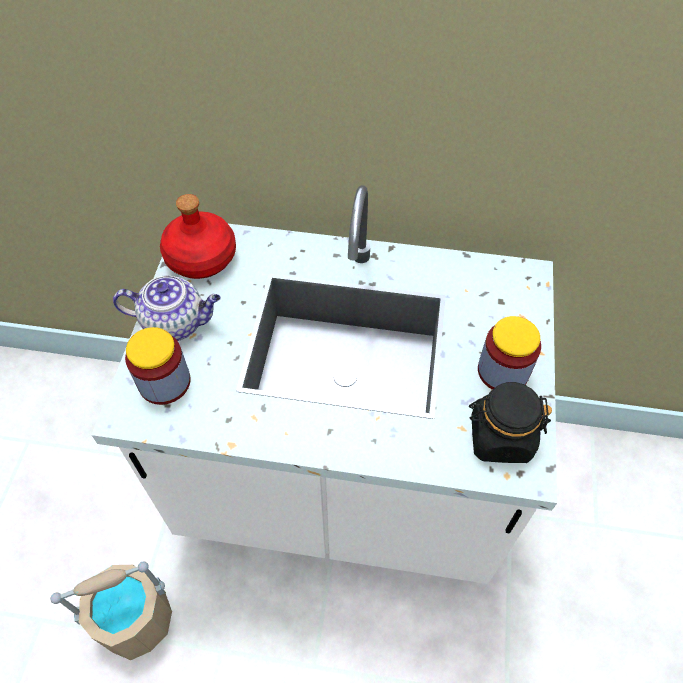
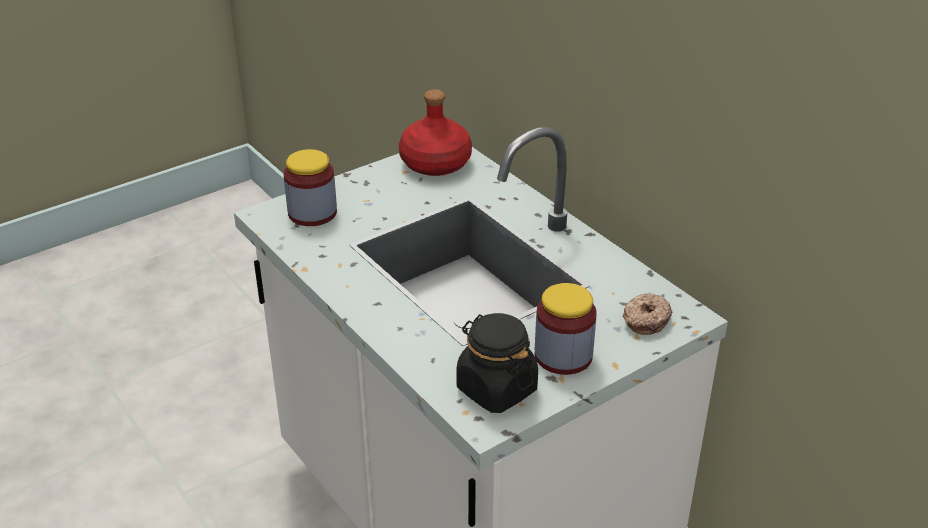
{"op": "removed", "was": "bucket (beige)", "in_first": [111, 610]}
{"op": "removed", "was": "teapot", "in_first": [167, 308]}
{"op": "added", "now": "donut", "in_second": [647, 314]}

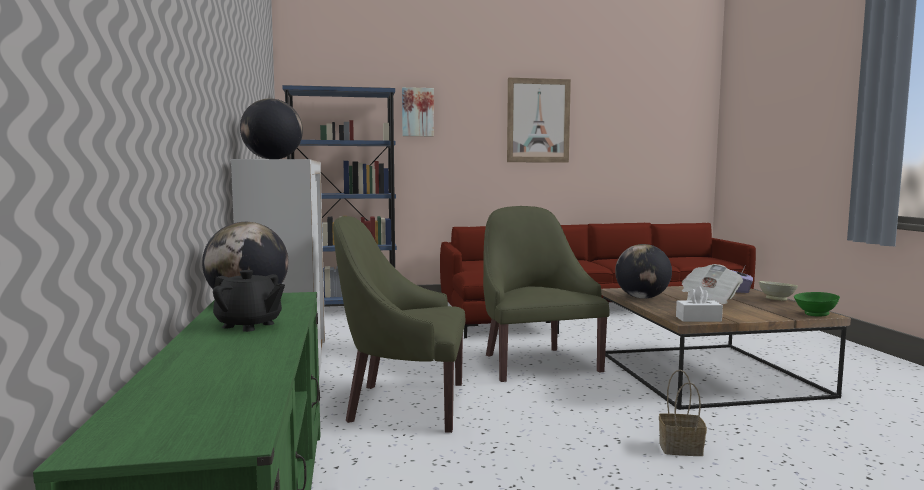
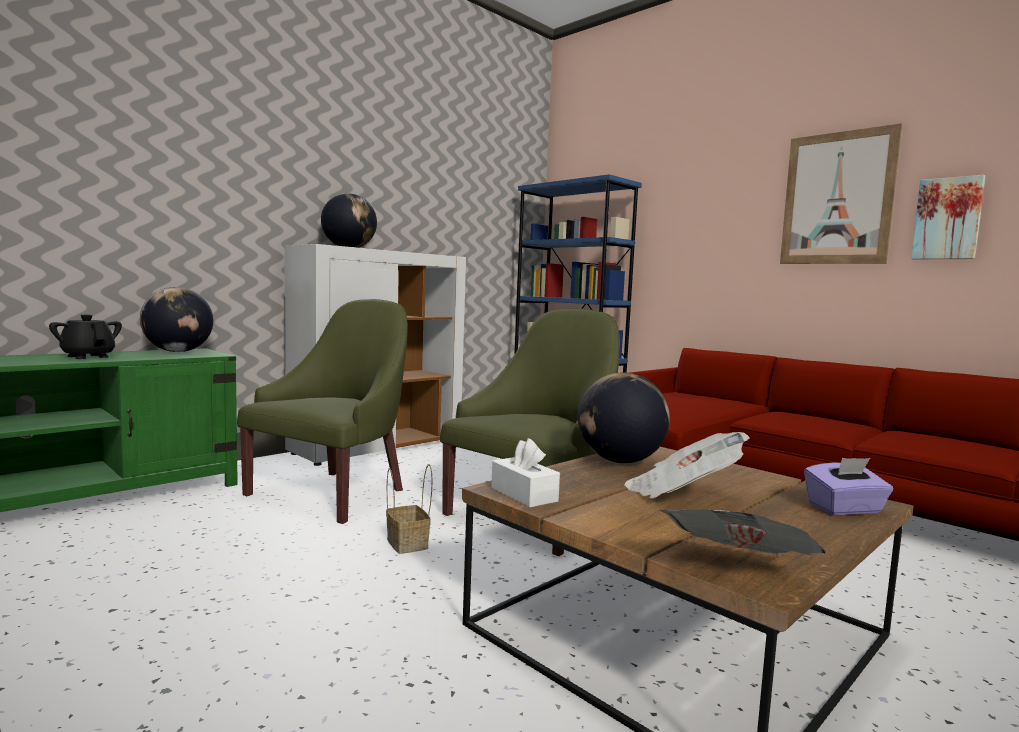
{"op": "turned", "was": "teapot (black)", "in_first": [249, 301], "in_second": [85, 337], "clockwise": 135}
{"op": "turned", "was": "armchair (green)", "in_first": [399, 324], "in_second": [322, 411], "clockwise": 60}
{"op": "moved", "was": "picture", "in_first": [418, 111], "in_second": [948, 217]}
{"op": "moved", "was": "basket", "in_first": [683, 413], "in_second": [409, 509]}
{"op": "removed", "was": "bowl (beige)", "in_first": [778, 291]}
{"op": "replaced", "was": "bowl (green)", "now": "newspaper", "in_first": [817, 304], "in_second": [743, 532]}

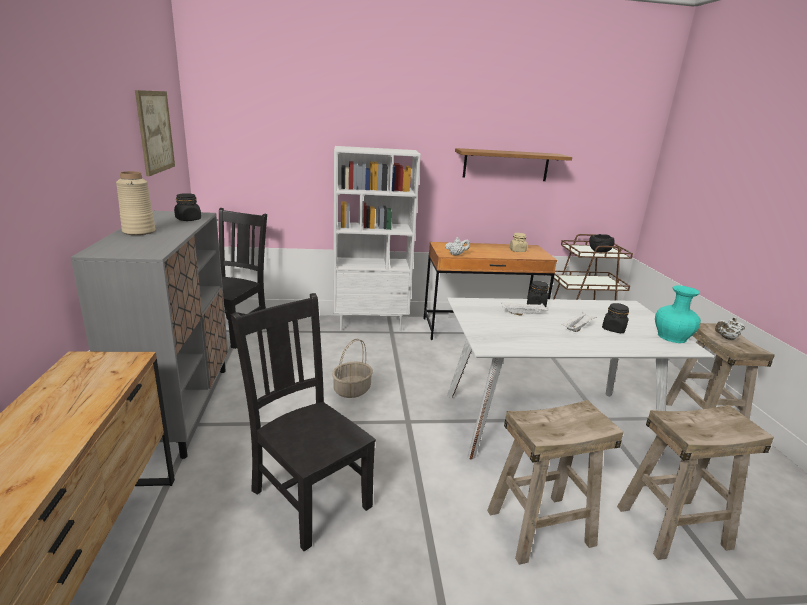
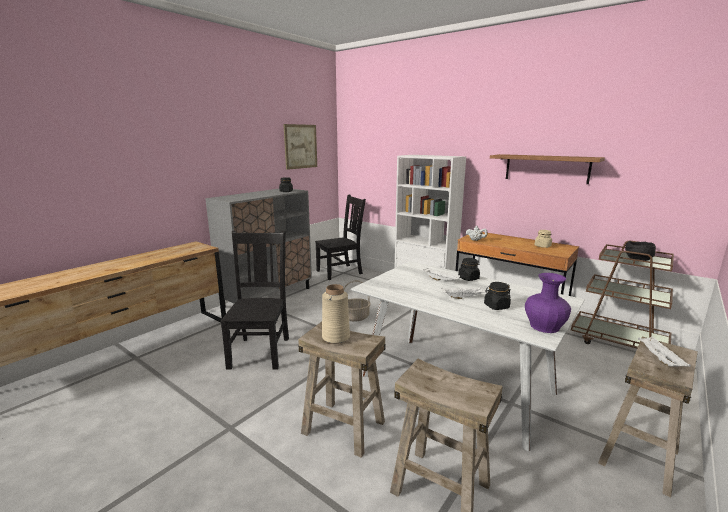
{"op": "moved", "was": "vase (beige)", "in_first": [136, 203], "in_second": [336, 314]}
{"op": "recoloured", "was": "vase (turquoise)", "now": "vase (purple)", "in_first": [678, 314], "in_second": [548, 303]}
{"op": "replaced", "was": "teapot (white)", "now": "tray (white)", "in_first": [730, 328], "in_second": [664, 352]}

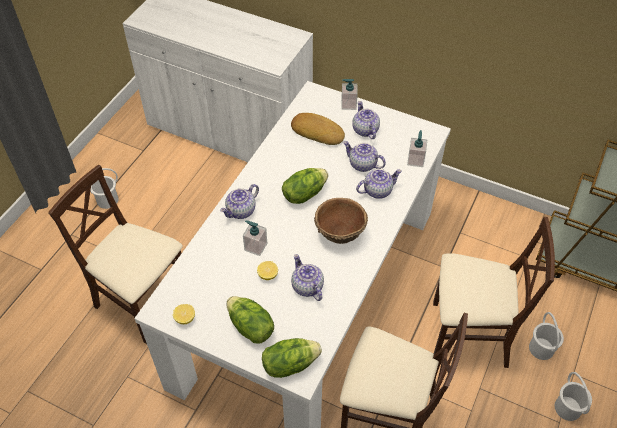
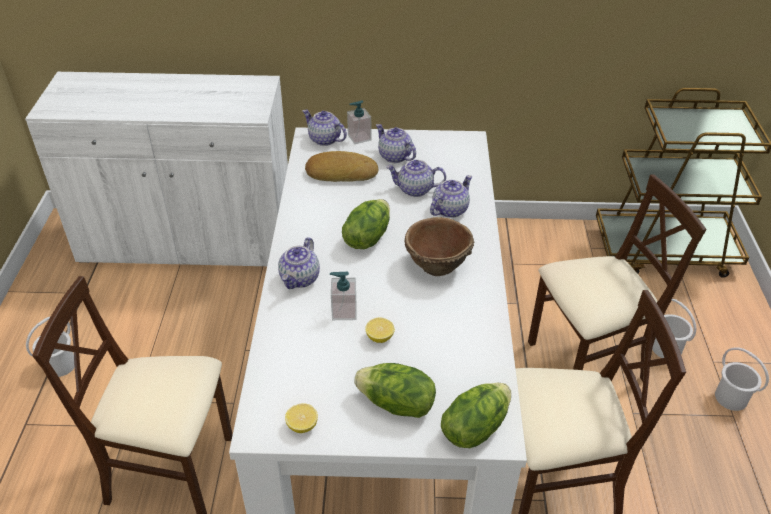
{"op": "moved", "was": "teapot", "in_first": [307, 277], "in_second": [325, 128]}
{"op": "removed", "was": "soap dispenser", "in_first": [417, 148]}

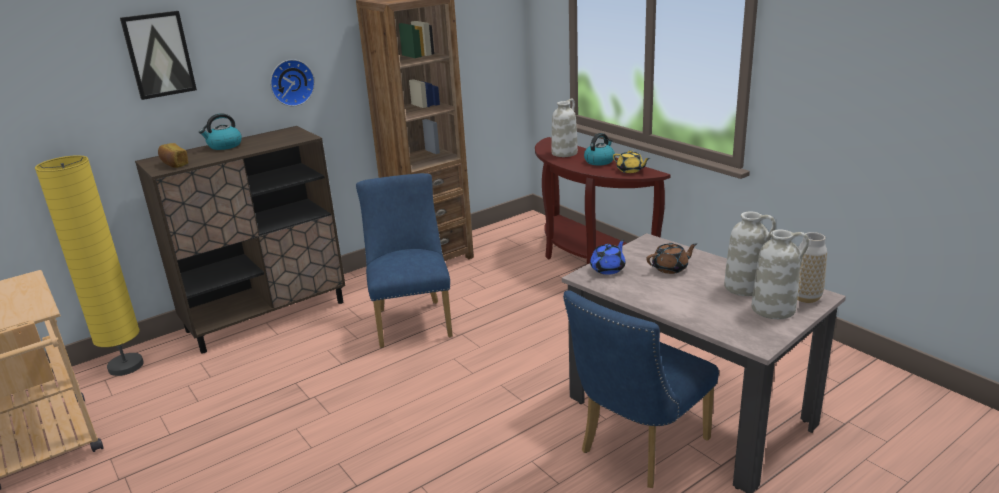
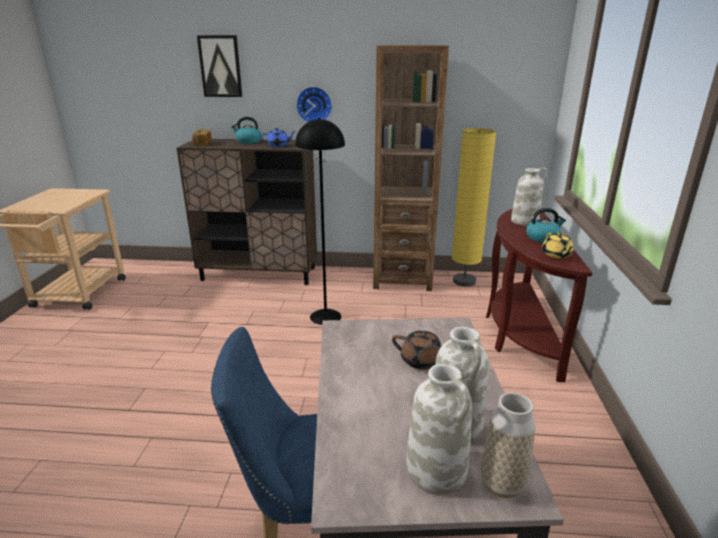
{"op": "moved", "was": "floor lamp (yellow)", "in_first": [89, 265], "in_second": [474, 207]}
{"op": "replaced", "was": "chair (blue)", "now": "floor lamp (black)", "in_first": [404, 260], "in_second": [320, 221]}
{"op": "moved", "was": "teapot (blue)", "in_first": [608, 257], "in_second": [278, 137]}

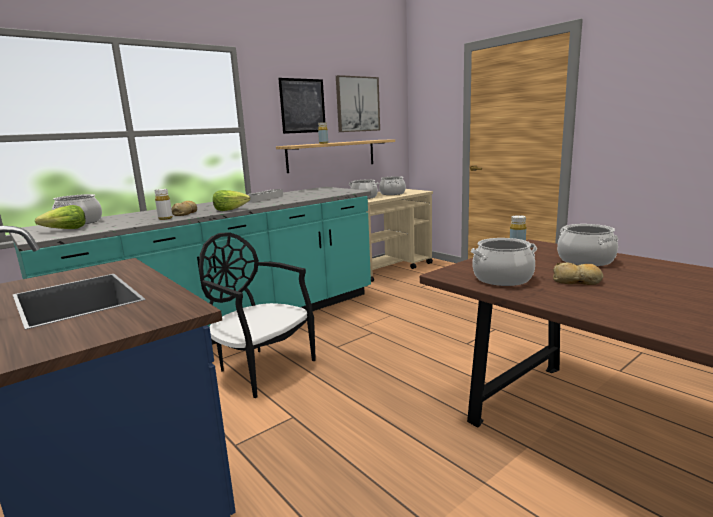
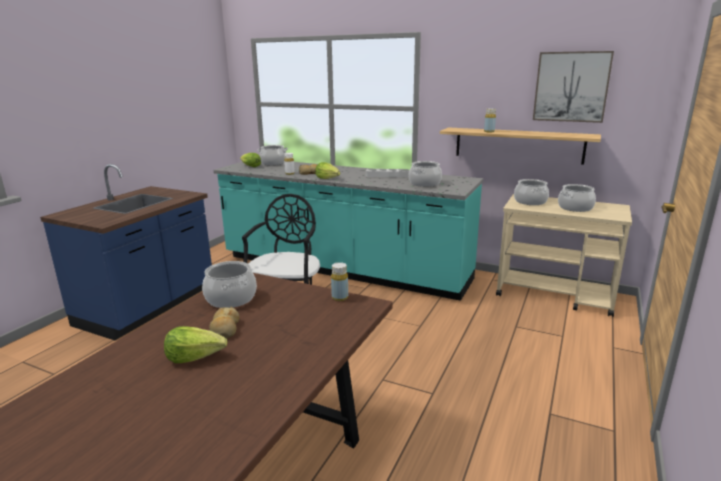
{"op": "removed", "was": "picture", "in_first": [301, 106]}
{"op": "moved", "was": "cooking pot", "in_first": [587, 245], "in_second": [425, 174]}
{"op": "added", "now": "lettuce", "in_second": [195, 344]}

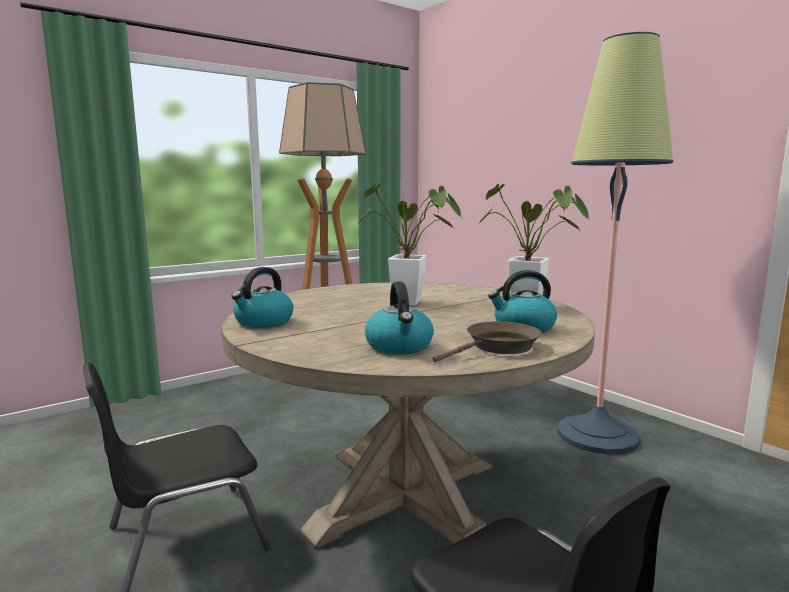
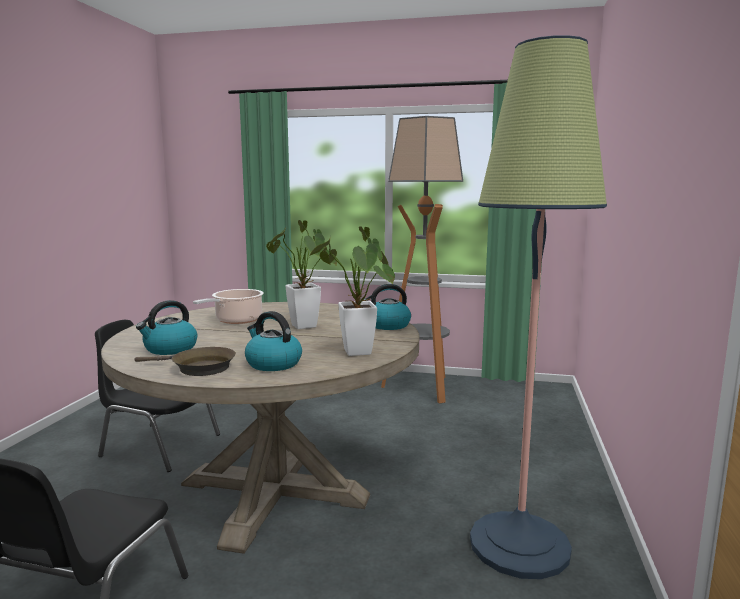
{"op": "moved", "was": "kettle", "in_first": [262, 297], "in_second": [387, 307]}
{"op": "added", "now": "cooking pot", "in_second": [228, 306]}

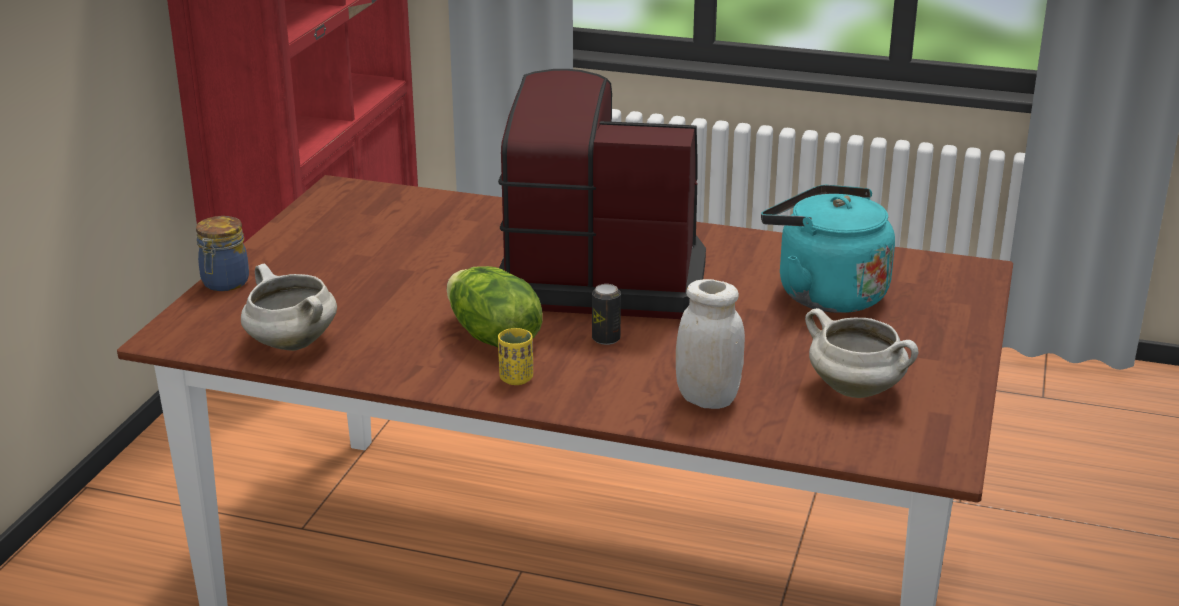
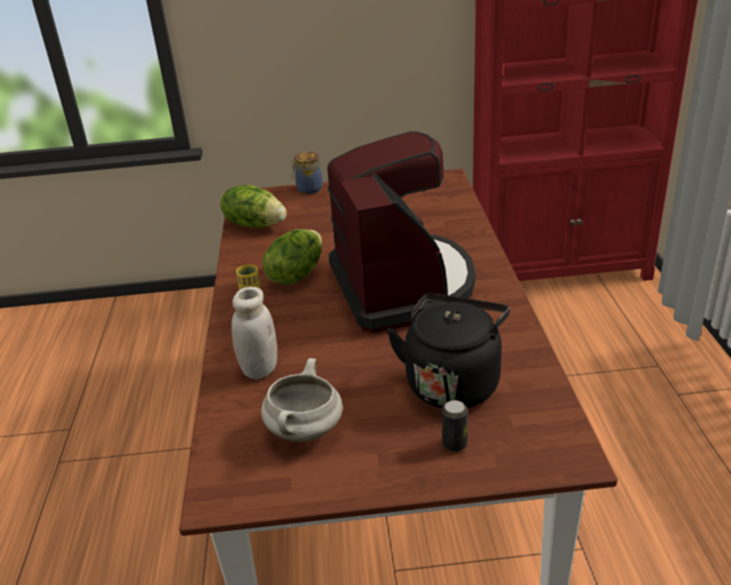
{"op": "replaced", "was": "cooking pot (white)", "now": "lettuce", "in_first": [289, 307], "in_second": [254, 206]}
{"op": "moved", "was": "can", "in_first": [606, 314], "in_second": [455, 426]}
{"op": "recoloured", "was": "kettle (turquoise)", "now": "kettle (black)", "in_first": [828, 249], "in_second": [448, 350]}

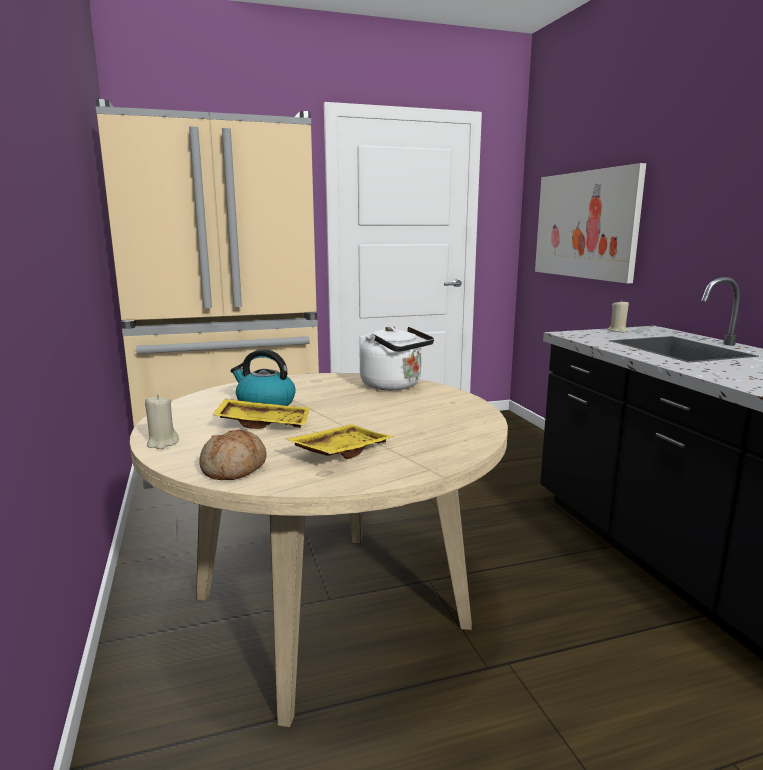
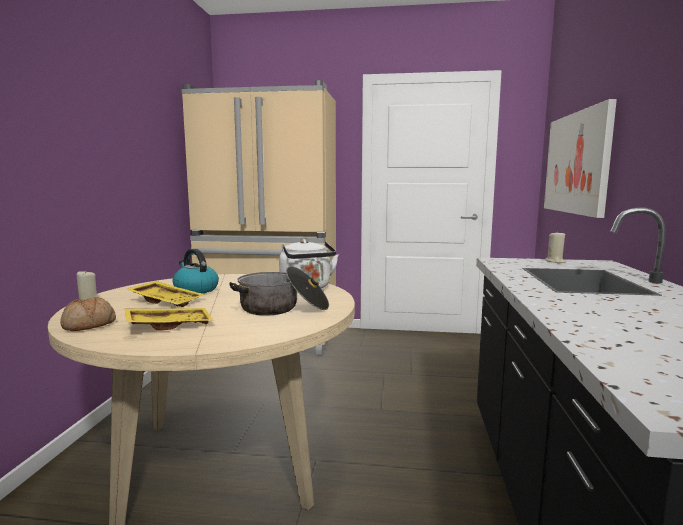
{"op": "added", "now": "cooking pot", "in_second": [279, 291]}

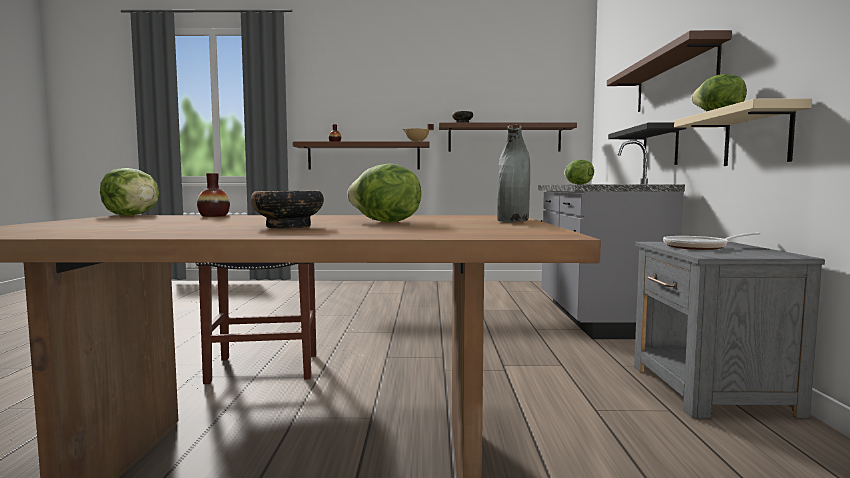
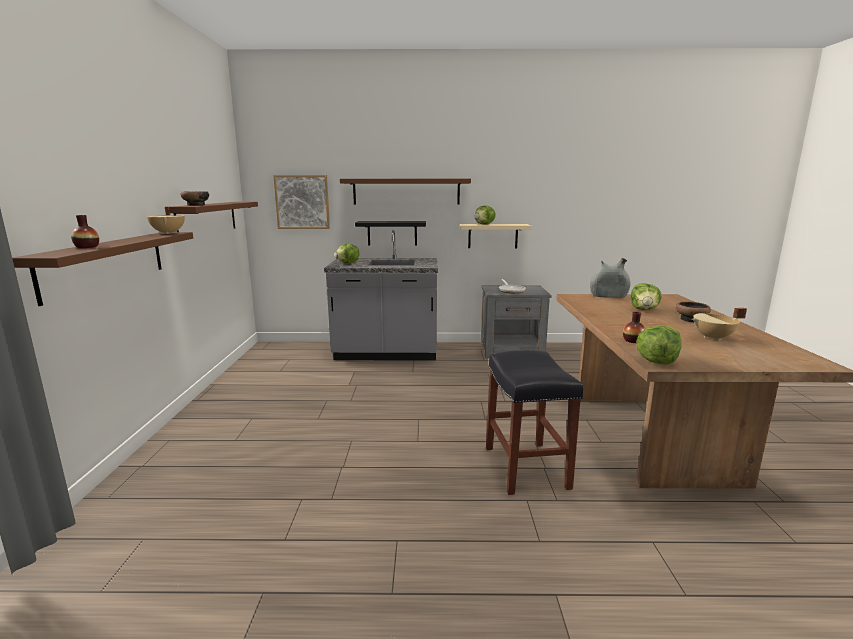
{"op": "added", "now": "picture", "in_second": [301, 202]}
{"op": "added", "now": "cooking pot (beige)", "in_second": [719, 324]}

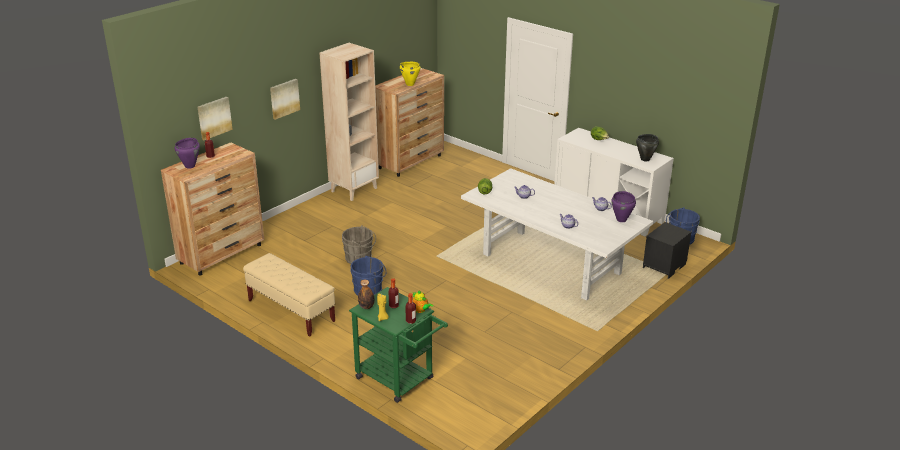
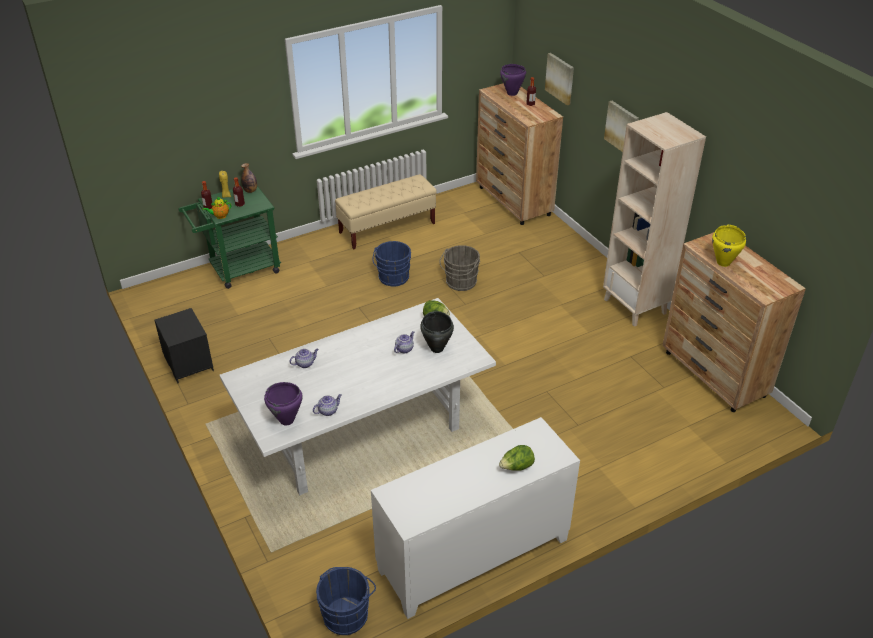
{"op": "moved", "was": "cooking pot (black)", "in_first": [647, 147], "in_second": [437, 332]}
{"op": "moved", "was": "nightstand (black)", "in_first": [667, 250], "in_second": [184, 345]}

